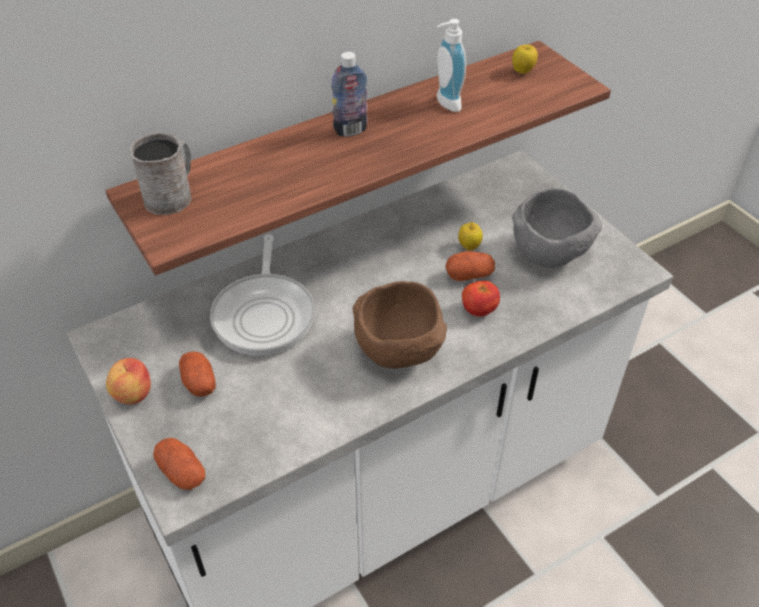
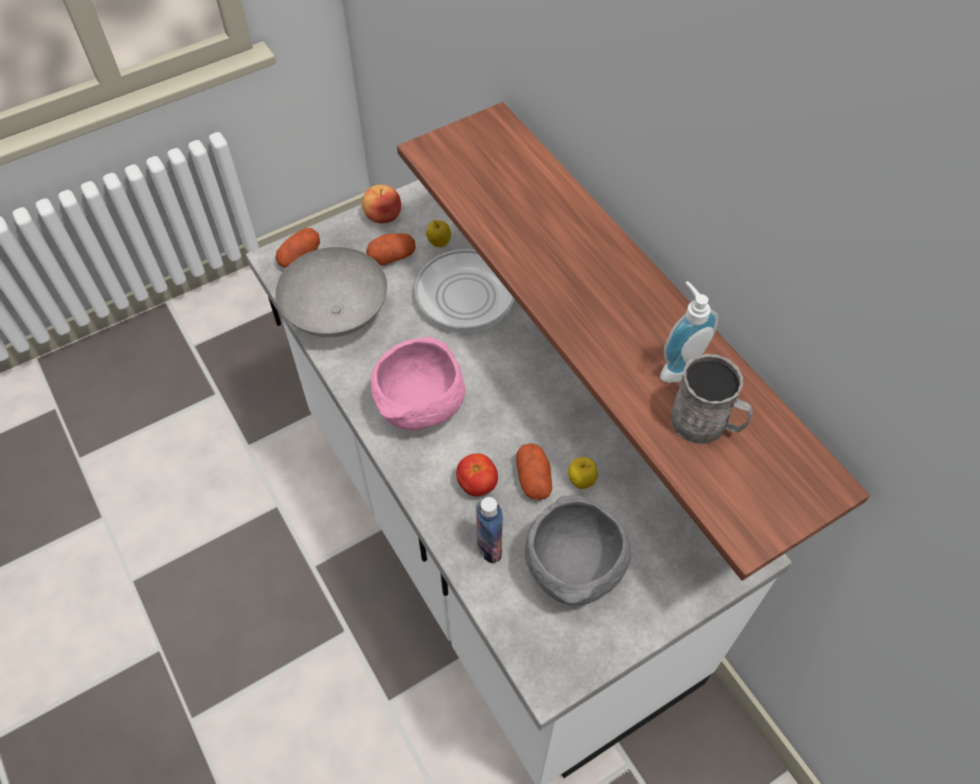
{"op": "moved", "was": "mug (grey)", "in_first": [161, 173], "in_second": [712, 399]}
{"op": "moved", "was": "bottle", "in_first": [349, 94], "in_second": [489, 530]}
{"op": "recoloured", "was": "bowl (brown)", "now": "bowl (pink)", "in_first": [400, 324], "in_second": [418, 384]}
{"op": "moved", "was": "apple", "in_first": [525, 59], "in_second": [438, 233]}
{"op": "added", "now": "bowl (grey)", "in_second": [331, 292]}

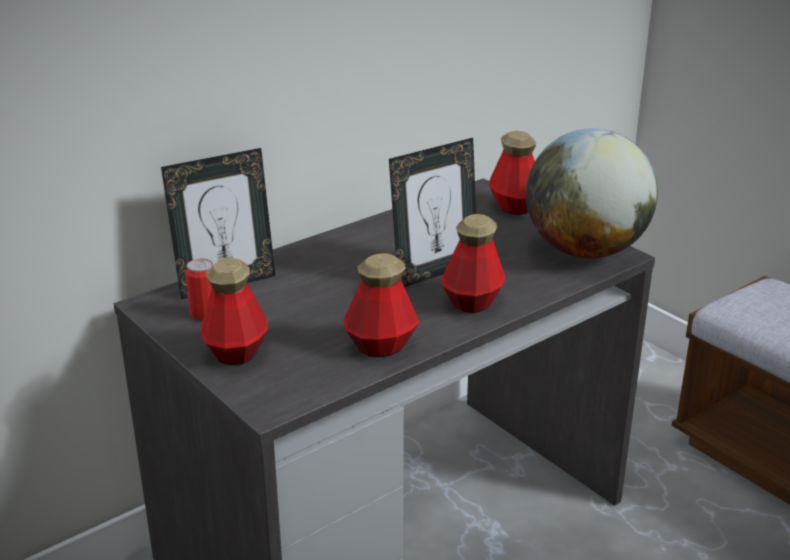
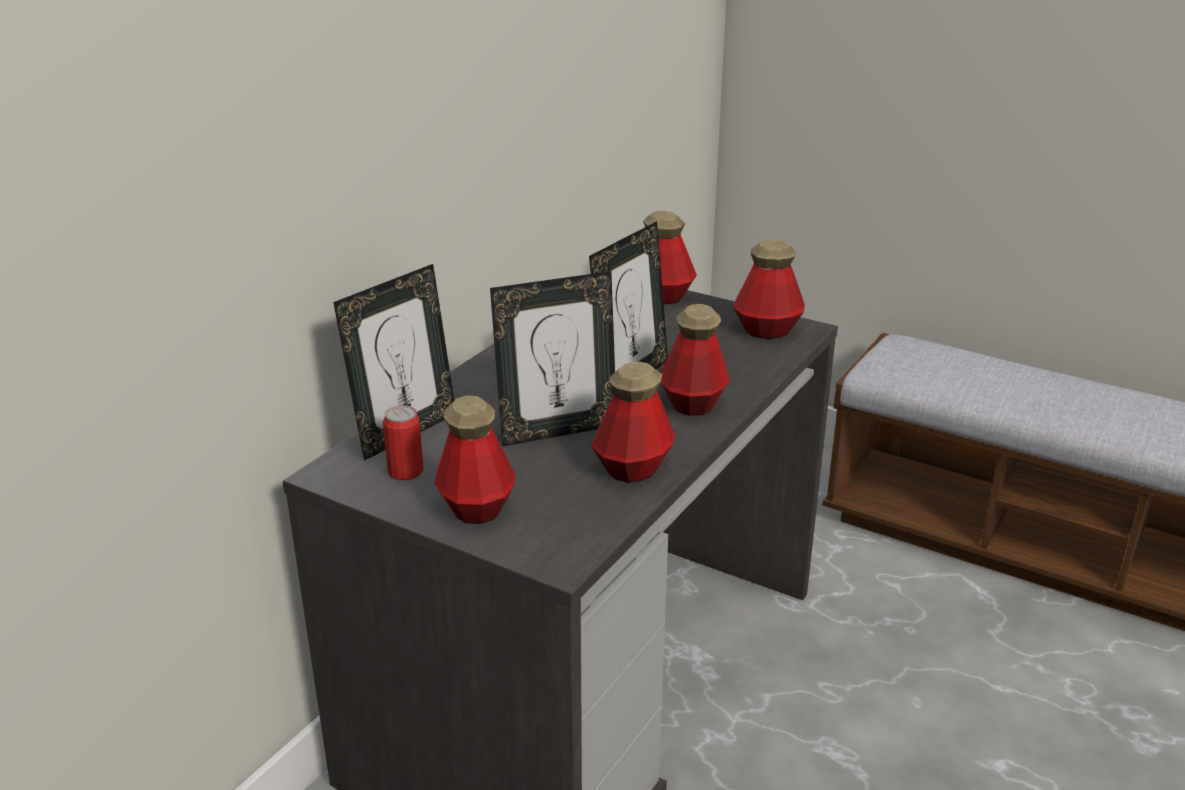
{"op": "replaced", "was": "globe", "now": "bottle", "in_first": [592, 193], "in_second": [769, 289]}
{"op": "added", "now": "picture frame", "in_second": [552, 358]}

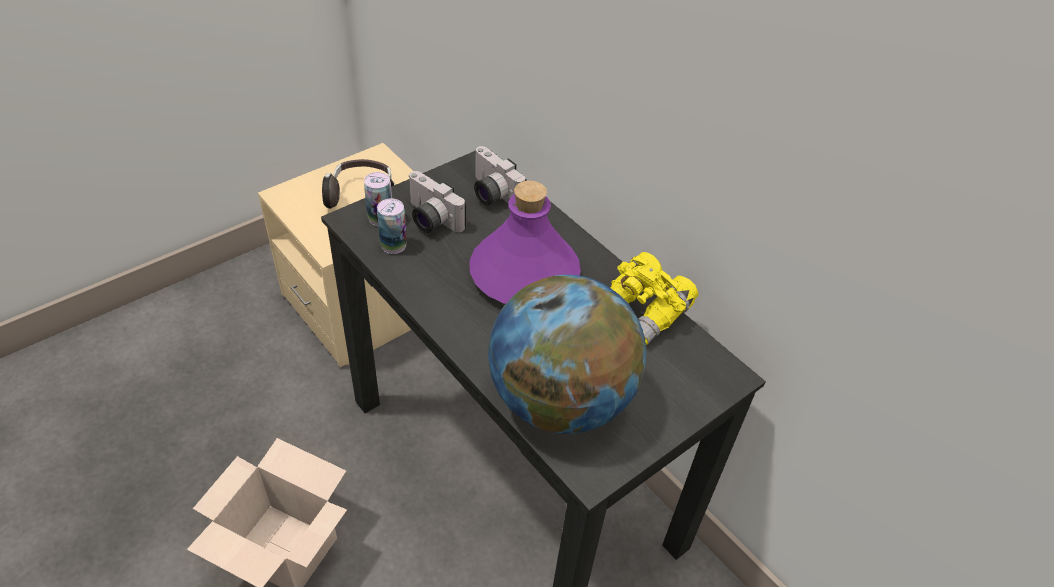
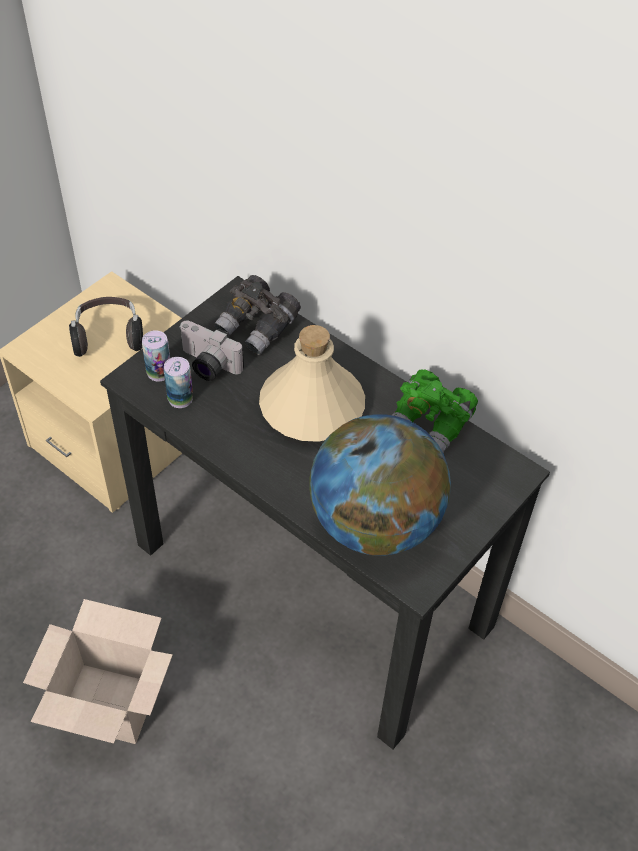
{"op": "recoloured", "was": "bottle (purple)", "now": "bottle (beige)", "in_first": [525, 242], "in_second": [312, 383]}
{"op": "replaced", "was": "photo camera", "now": "binoculars (grey)", "in_first": [500, 176], "in_second": [257, 315]}
{"op": "recoloured", "was": "binoculars (yellow)", "now": "binoculars (green)", "in_first": [654, 298], "in_second": [435, 411]}

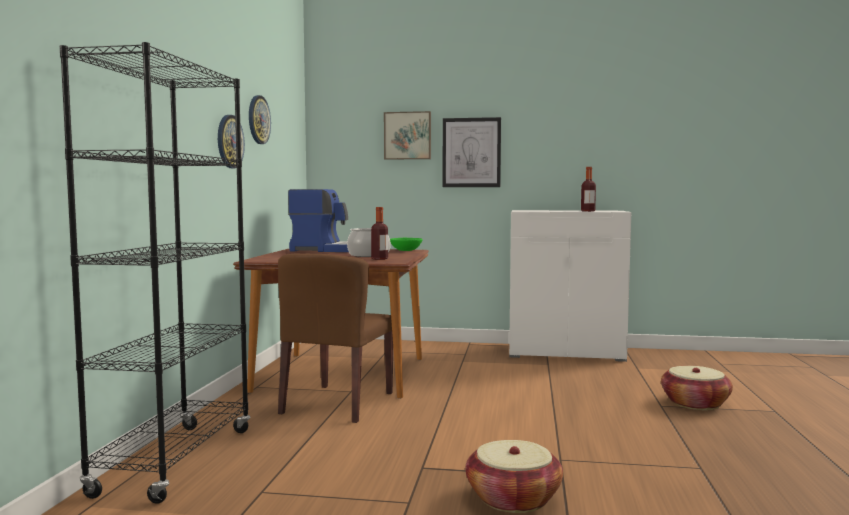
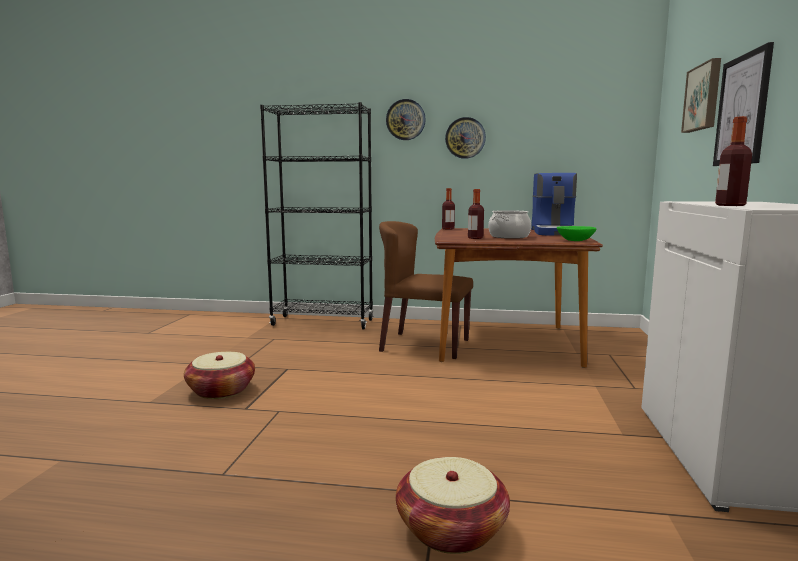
{"op": "moved", "was": "wall clock", "in_first": [260, 119], "in_second": [406, 119]}
{"op": "added", "now": "bottle", "in_second": [448, 209]}

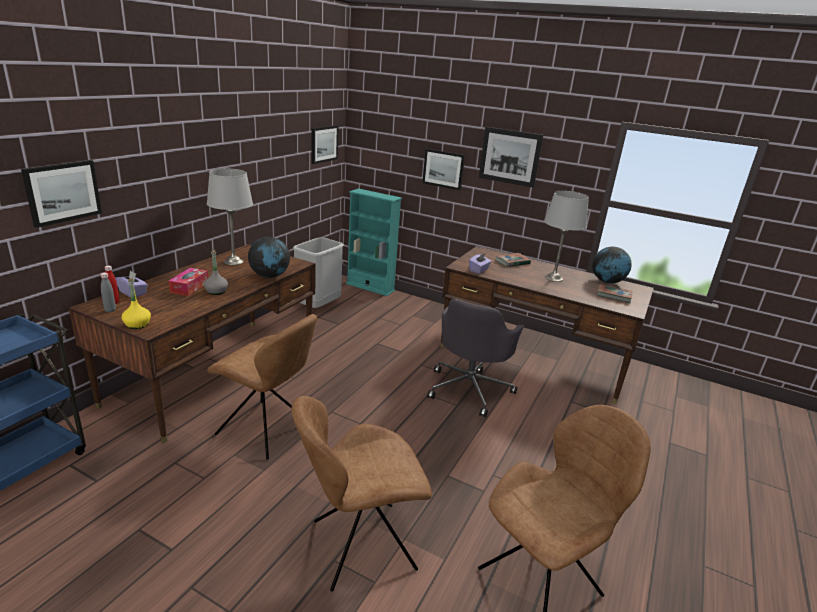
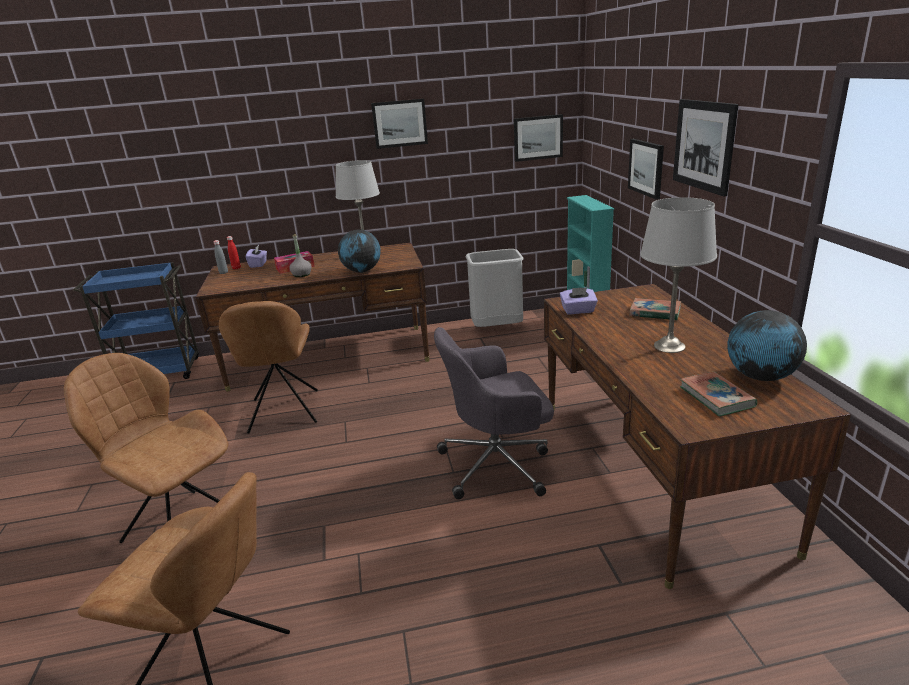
{"op": "moved", "was": "picture", "in_first": [61, 194], "in_second": [399, 124]}
{"op": "removed", "was": "bottle (yellow)", "in_first": [136, 303]}

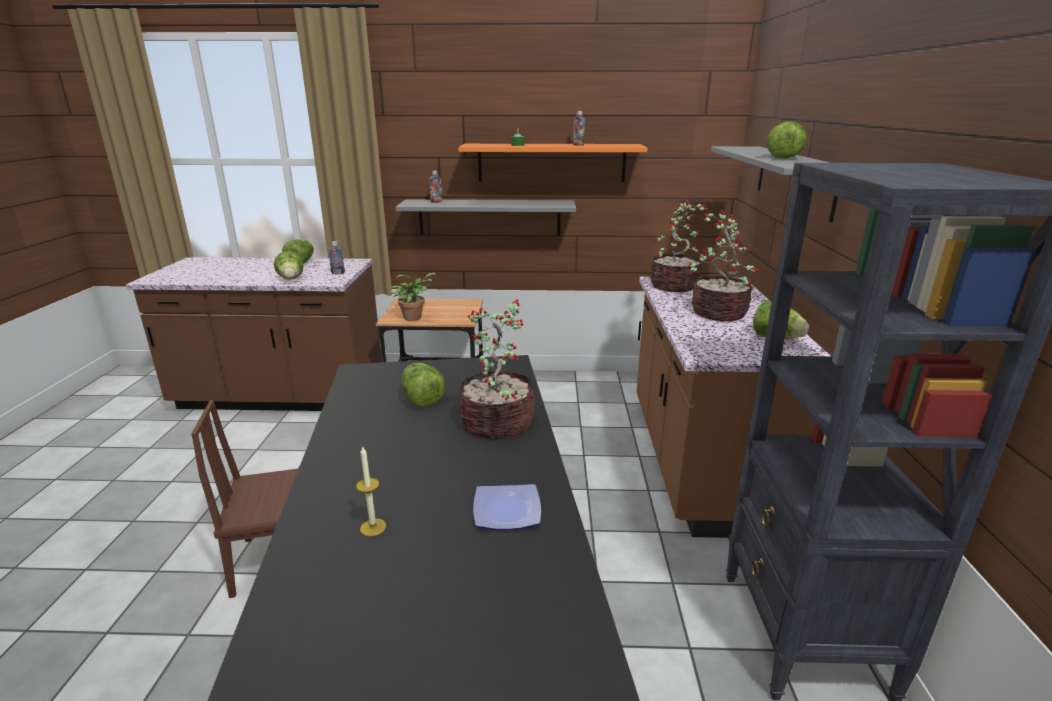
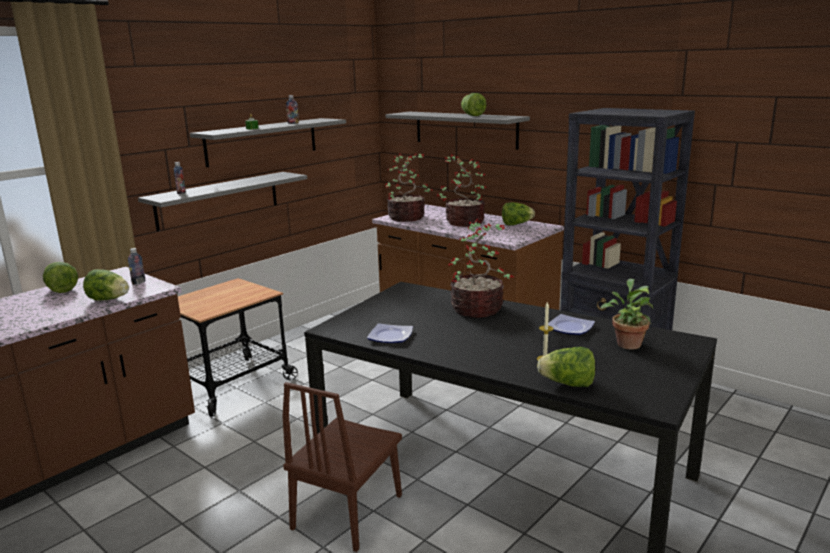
{"op": "moved", "was": "potted plant", "in_first": [413, 297], "in_second": [627, 314]}
{"op": "moved", "was": "lettuce", "in_first": [423, 385], "in_second": [566, 367]}
{"op": "recoloured", "was": "shelf (orange)", "now": "shelf (grey)", "in_first": [553, 163], "in_second": [268, 142]}
{"op": "added", "now": "plate", "in_second": [390, 333]}

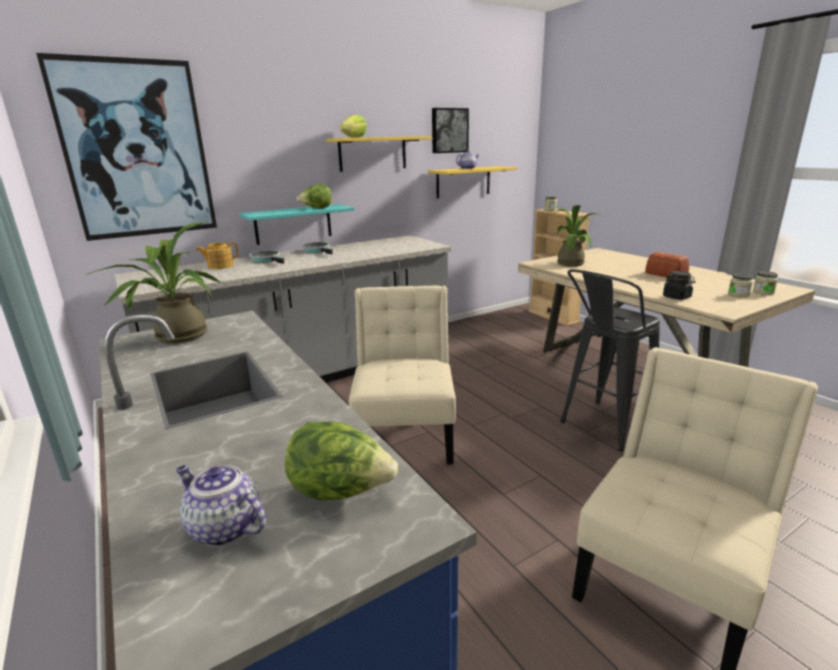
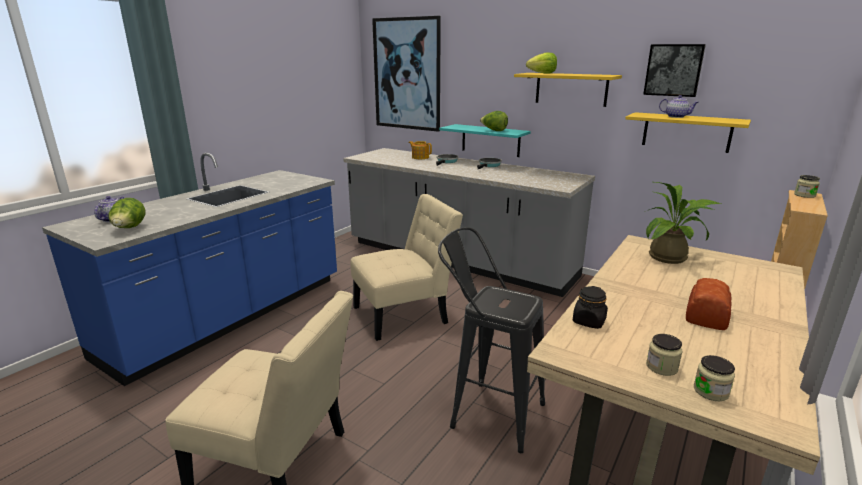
{"op": "removed", "was": "potted plant", "in_first": [155, 283]}

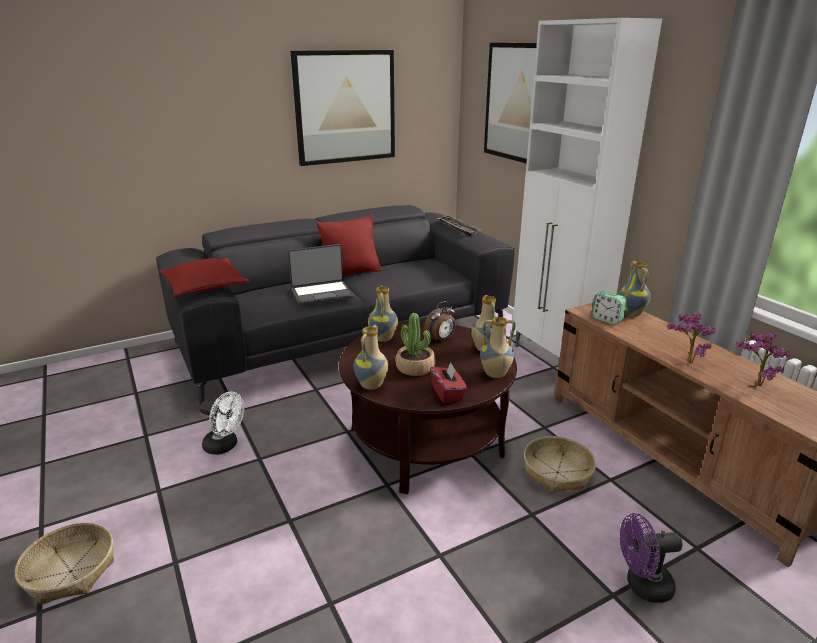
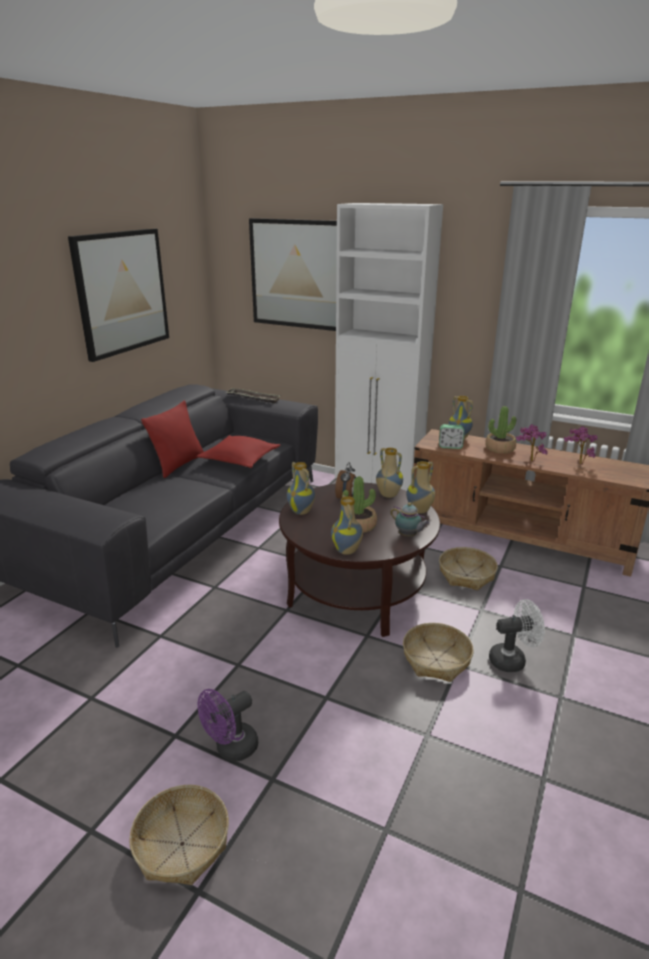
{"op": "moved", "was": "pillow (red)", "in_first": [204, 277], "in_second": [238, 451]}
{"op": "moved", "was": "fan (white)", "in_first": [222, 423], "in_second": [517, 635]}
{"op": "removed", "was": "laptop", "in_first": [320, 275]}
{"op": "replaced", "was": "tissue box (red)", "now": "teapot", "in_first": [448, 383], "in_second": [410, 519]}
{"op": "moved", "was": "fan (purple)", "in_first": [651, 558], "in_second": [228, 725]}
{"op": "added", "now": "basket", "in_second": [438, 652]}
{"op": "added", "now": "potted plant", "in_second": [500, 430]}

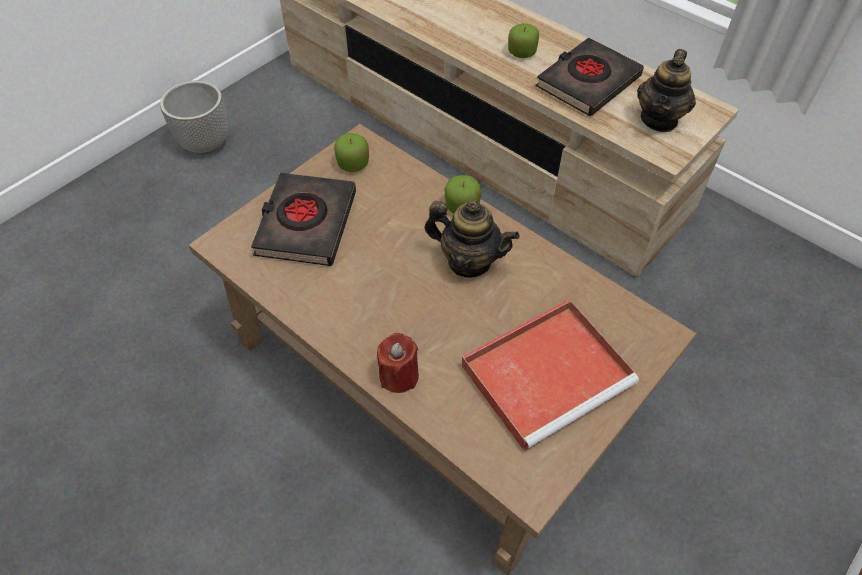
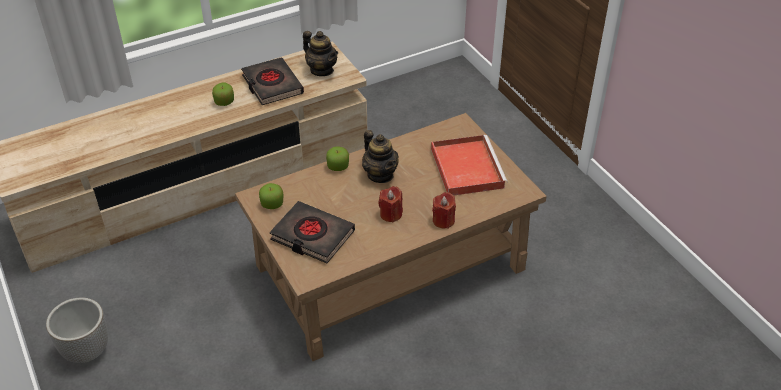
{"op": "turned", "was": "teapot", "in_first": [472, 239], "in_second": [380, 156], "clockwise": 105}
{"op": "added", "now": "candle (red)", "in_second": [390, 204]}

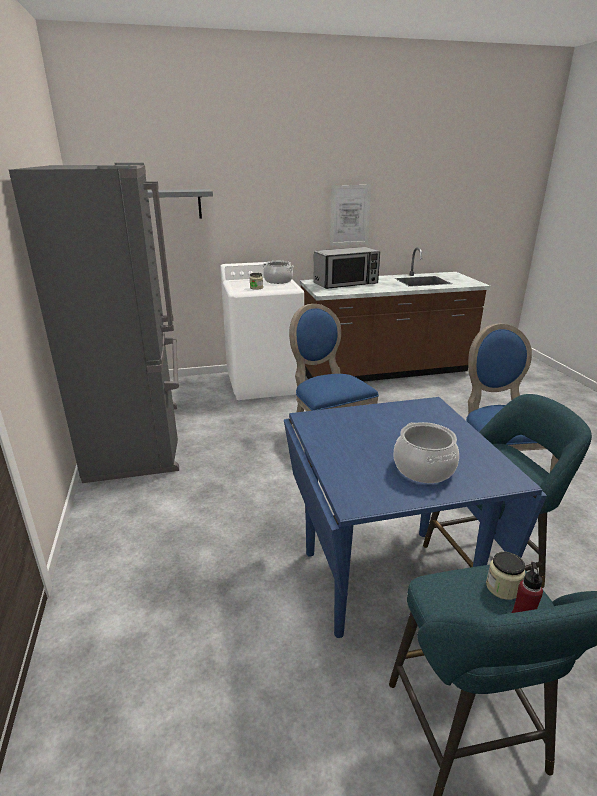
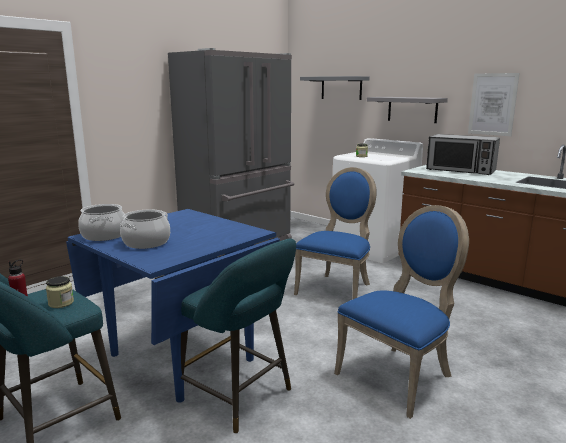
{"op": "moved", "was": "cooking pot", "in_first": [278, 272], "in_second": [101, 222]}
{"op": "added", "now": "shelf (grey)", "in_second": [407, 110]}

